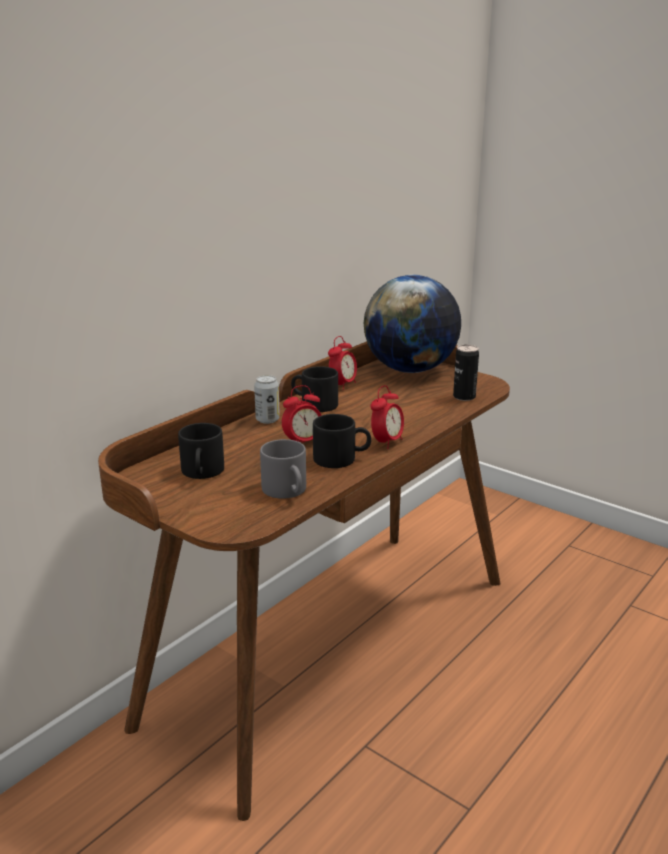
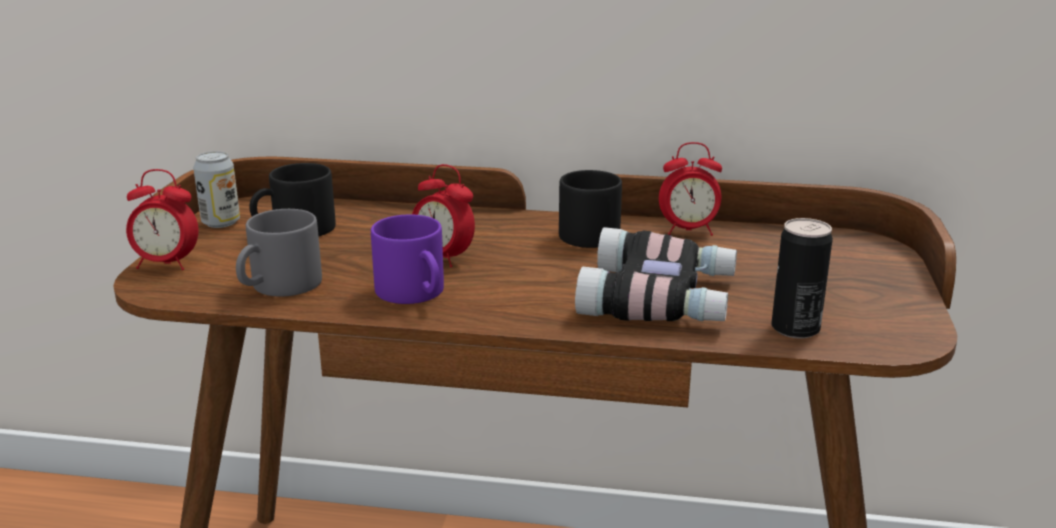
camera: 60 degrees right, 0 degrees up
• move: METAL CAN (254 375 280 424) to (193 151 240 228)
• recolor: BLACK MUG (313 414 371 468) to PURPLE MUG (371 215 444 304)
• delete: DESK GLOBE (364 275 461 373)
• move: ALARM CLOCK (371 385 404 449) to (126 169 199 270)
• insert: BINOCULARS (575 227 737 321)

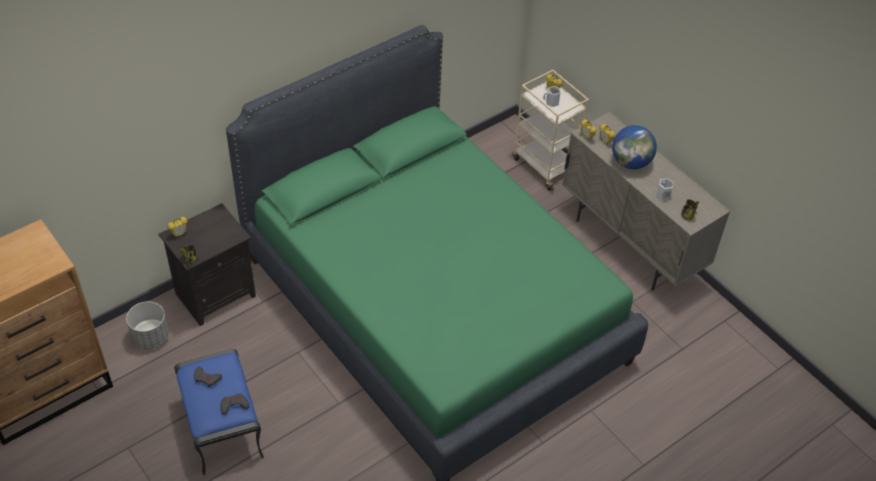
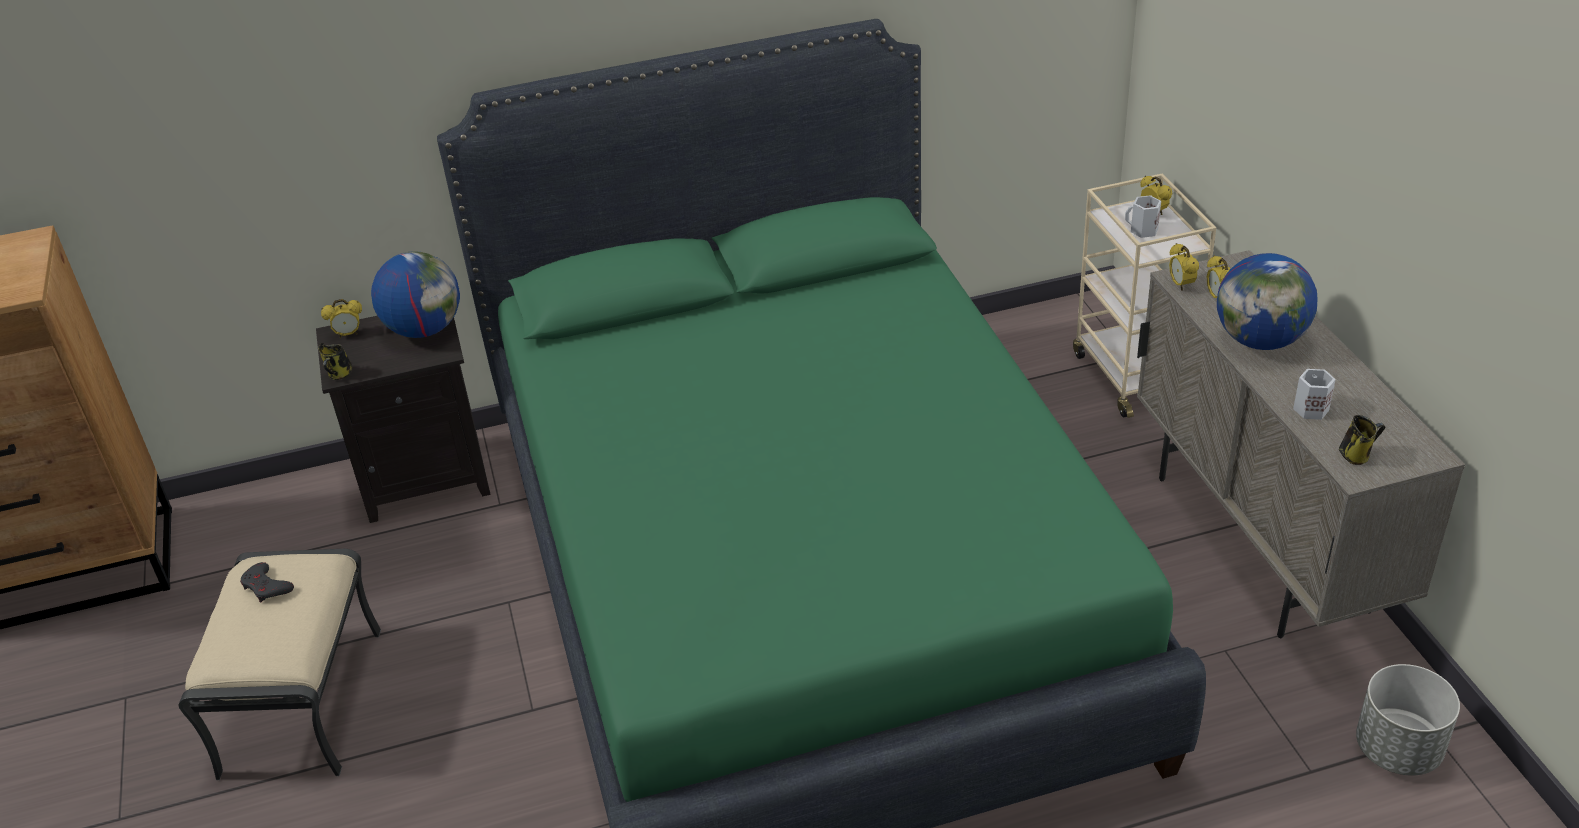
camera: 25 degrees right, 10 degrees down
• move: GREY FLOWER POT (126 302 169 349) to (1356 664 1460 775)
• recolor: BLUE OTTOMAN (174 349 264 476) to SAND-COLOURED OTTOMAN (179 549 381 780)
• delete: GREY GAMEPAD (220 393 249 415)
• insert: DESK GLOBE (371 251 460 338)

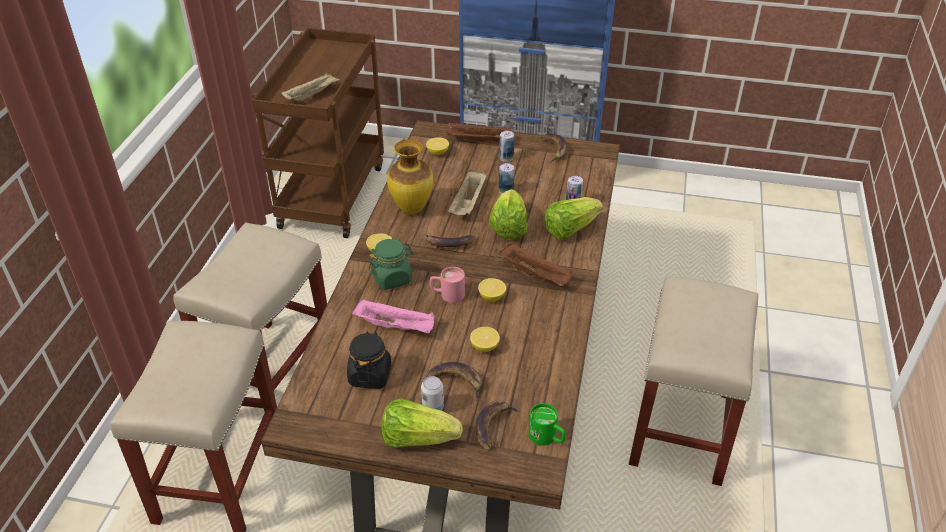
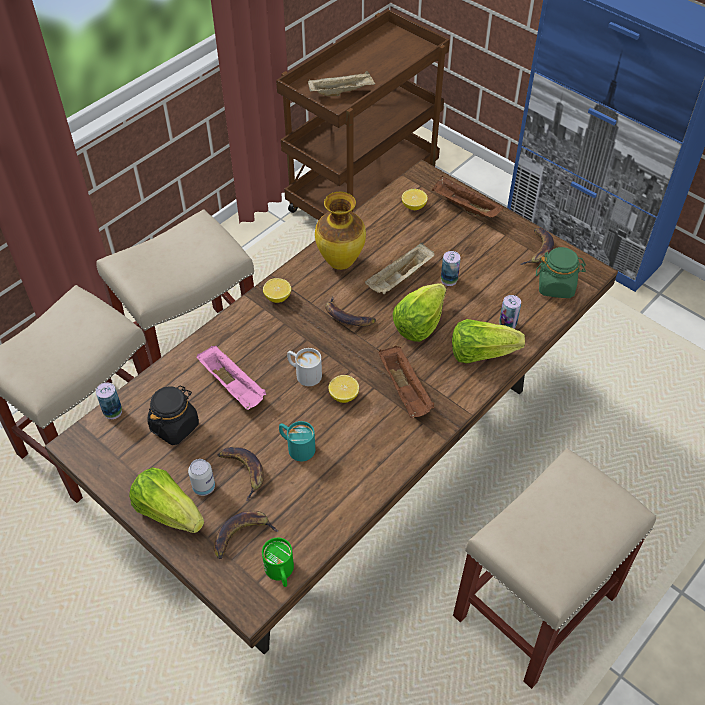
camera: 30 degrees right, 10 degrees up
• move: GREEN STORAGE JAR (368 239 413 290) to (536 247 586 298)
• recolor: PINK MUG (430 267 465 303) to WHITE MUG (287 348 322 386)
• replace: LEMON (470 327 500 352) to TURQUOISE MUG (279 421 315 461)
• move: METAL CAN (499 131 514 162) to (96 382 122 419)

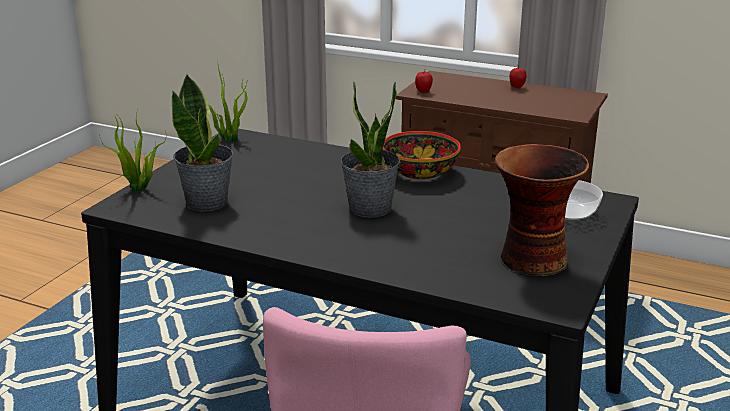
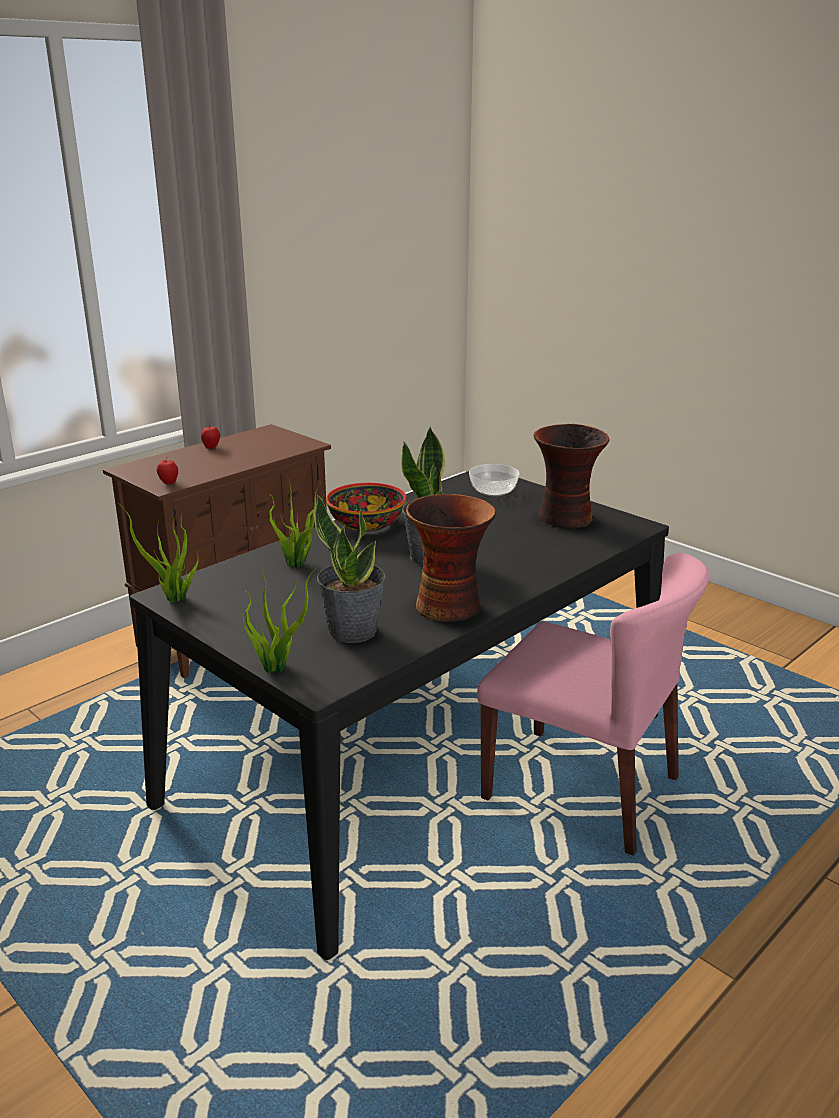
camera: 70 degrees left, 0 degrees up
• insert: HOUSEPLANT (269 478 324 568)
• insert: DECORATIVE VASE (406 494 496 622)

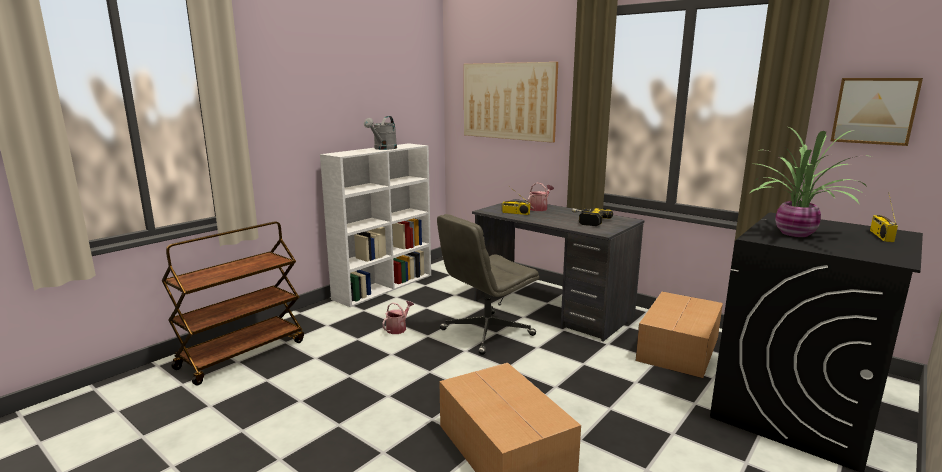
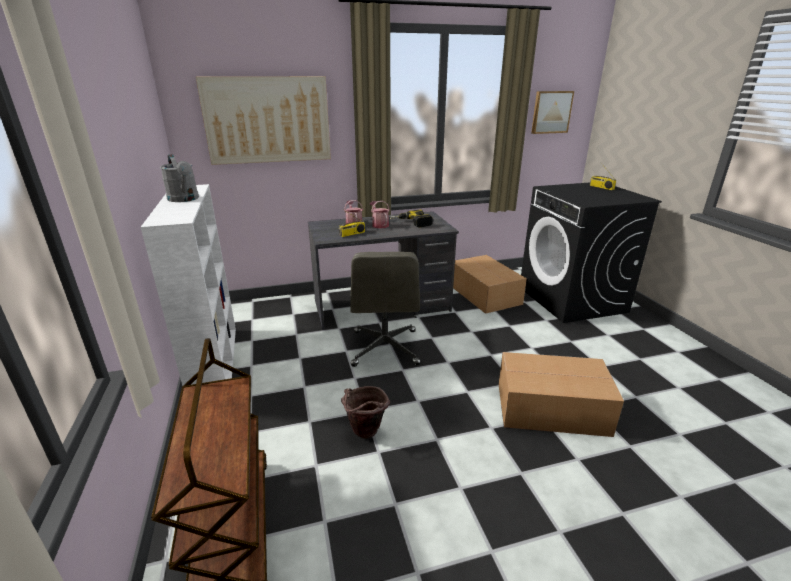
camera: 55 degrees left, 10 degrees up
• move: WATERING POT (382 301 414 334) to (370 201 390 229)
• delete: HOUSEPLANT (750 127 872 237)
• insert: BROWN-COLOURED BUCKET (341 386 390 438)

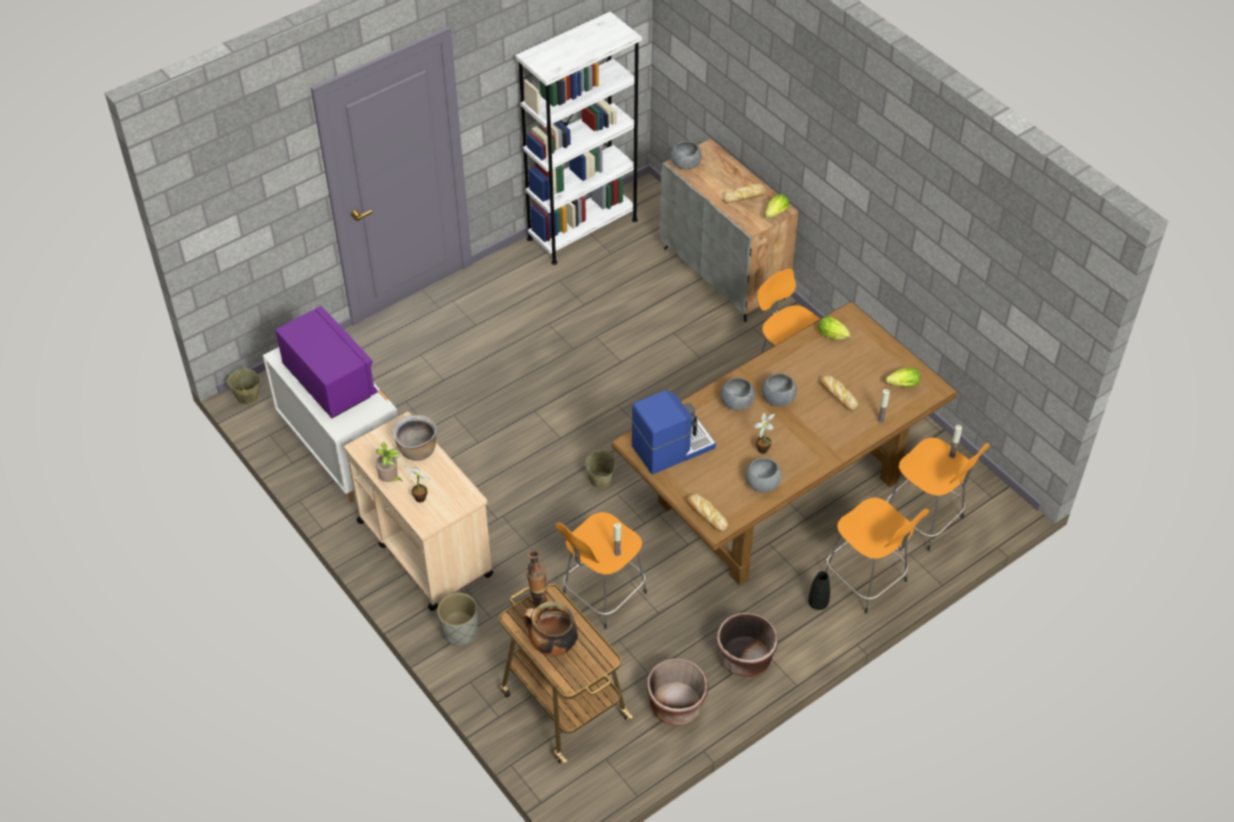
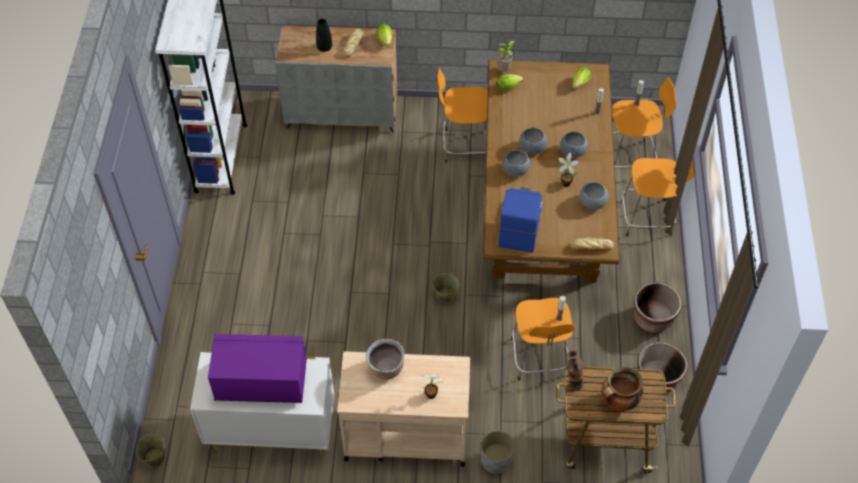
camera: 50 degrees left, 5 degrees up
• move: HOUSEPLANT (375 442 402 482) to (497 41 515 72)
• move: GREY DEEP DISH (671 141 702 169) to (560 131 588 158)
• move: BLACK DECORATIVE VASE (808 571 830 610) to (316 19 332 52)
• delete: BAKED BREAD (819 375 858 411)

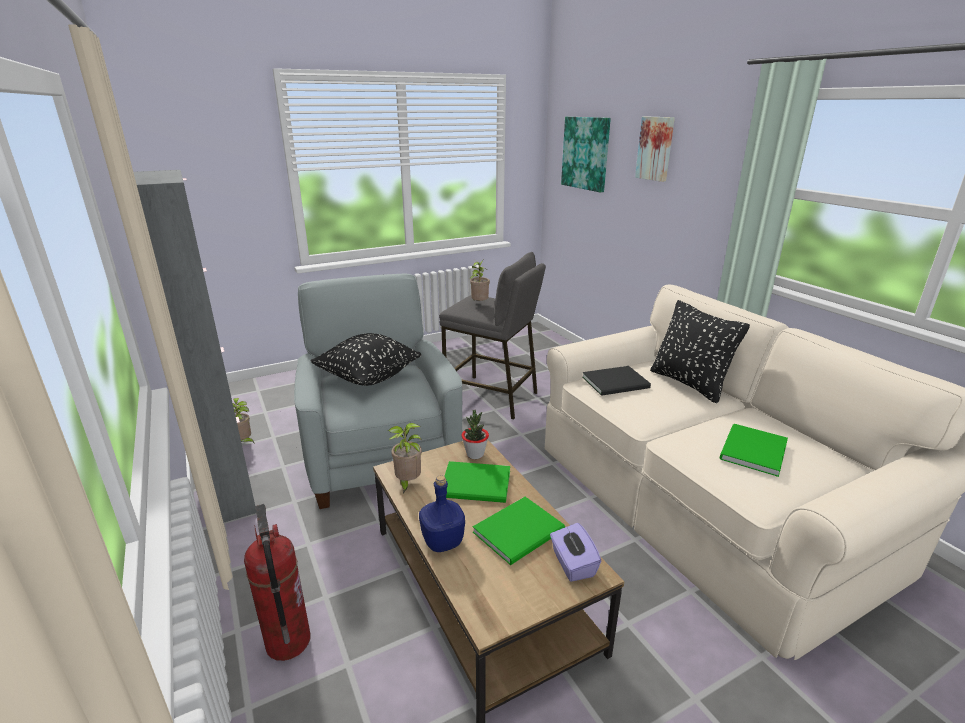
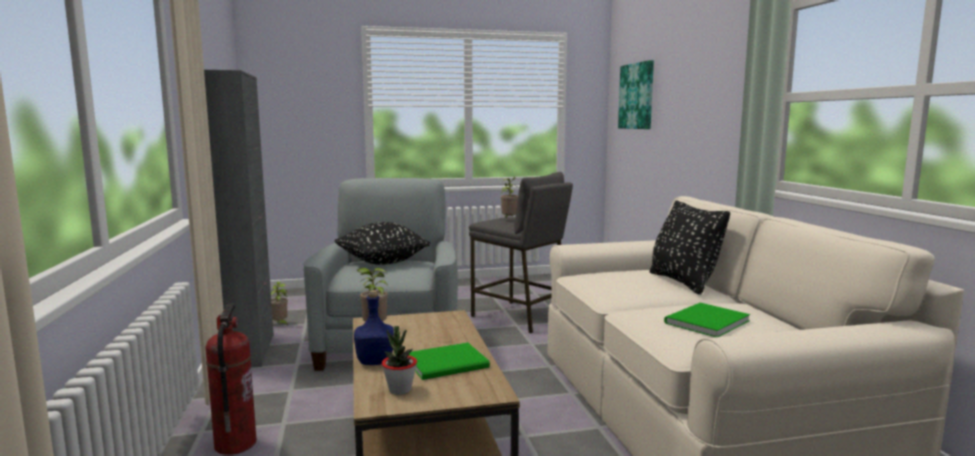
camera: 15 degrees right, 15 degrees down
• delete: GREEN VOLUME (445 461 510 503)
• move: HOUSEPLANT (461 410 489 459) to (382 326 417 395)
• delete: PURPLE TISSUE BOX (550 523 601 582)
• delete: BLACK VOLUME (583 366 651 396)
• delete: WALL ART (635 117 675 182)

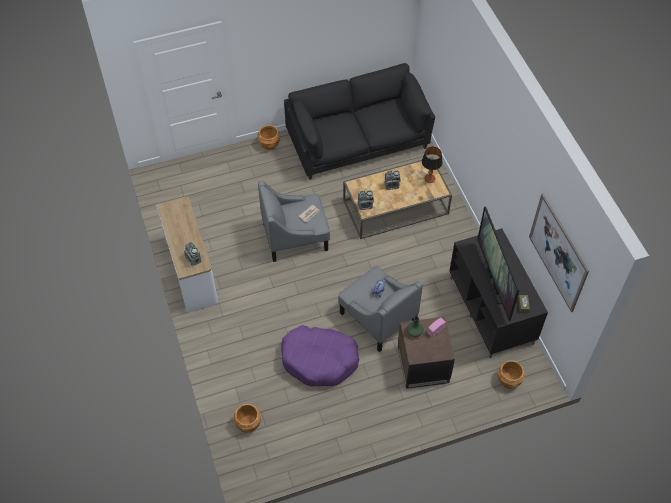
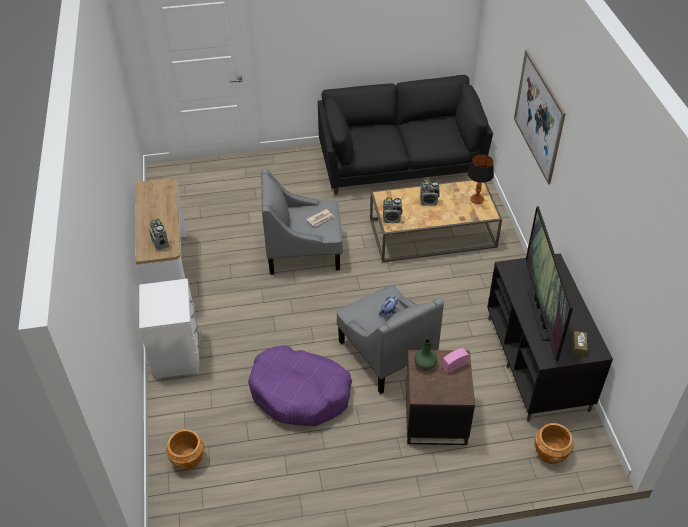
camera: 10 degrees right, 10 degrees down
• delete: BROWN-COLOURED FLOWER POT (257 125 280 150)
• move: WALL ART (529 193 589 312) to (514 50 566 185)
• insert: WHITE NIGHTSTAND (139 279 201 379)

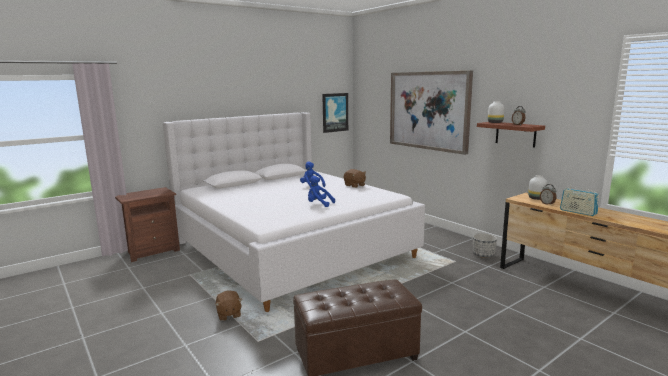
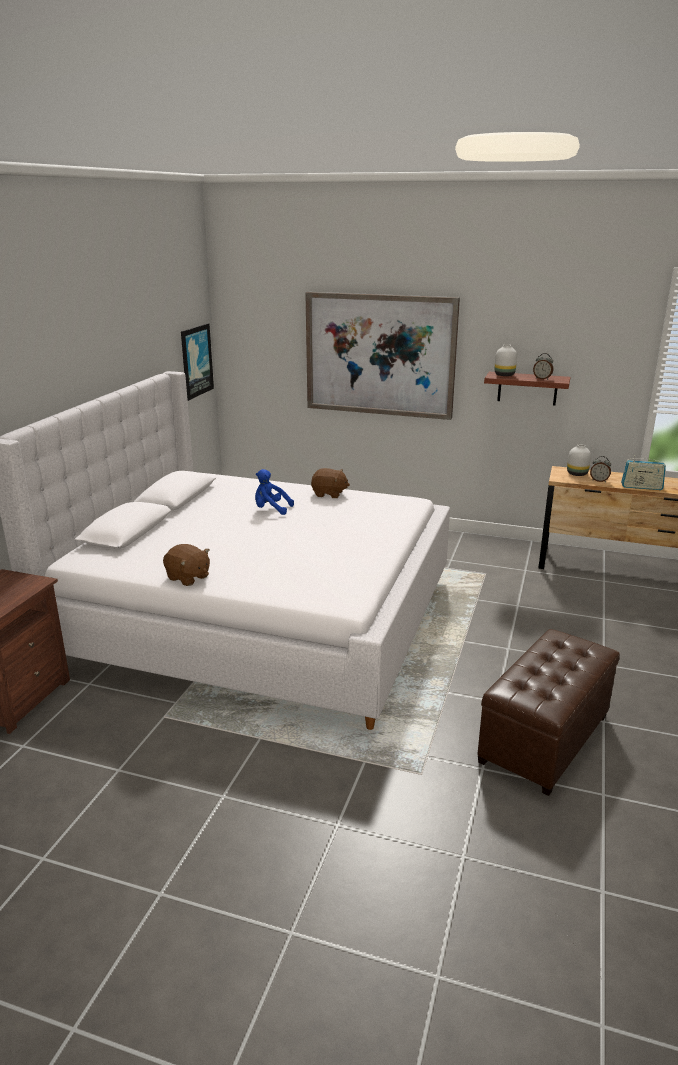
camera: 35 degrees left, 10 degrees up
• move: BROWN-COLOURED CUDDLY TOY (215 291 242 321) to (163 544 210 586)
• delete: BLUE CUDDLY TOY (308 176 335 207)
• delete: FLOWER POT (473 233 497 258)

